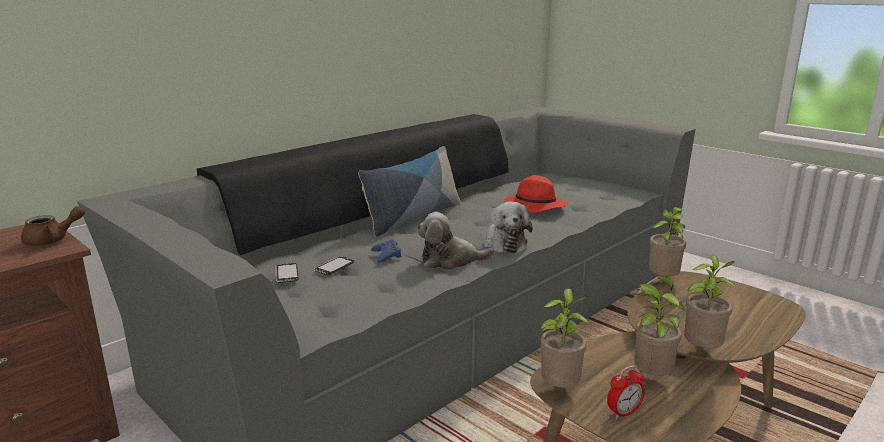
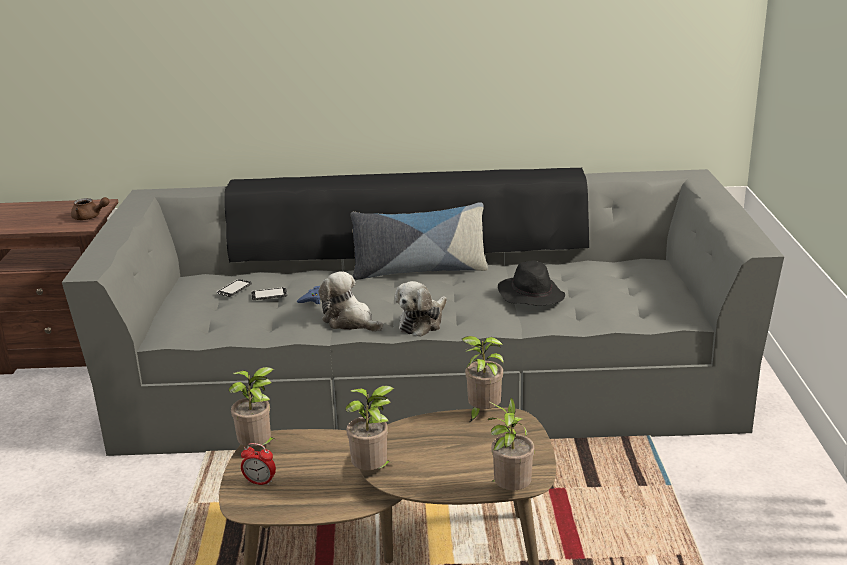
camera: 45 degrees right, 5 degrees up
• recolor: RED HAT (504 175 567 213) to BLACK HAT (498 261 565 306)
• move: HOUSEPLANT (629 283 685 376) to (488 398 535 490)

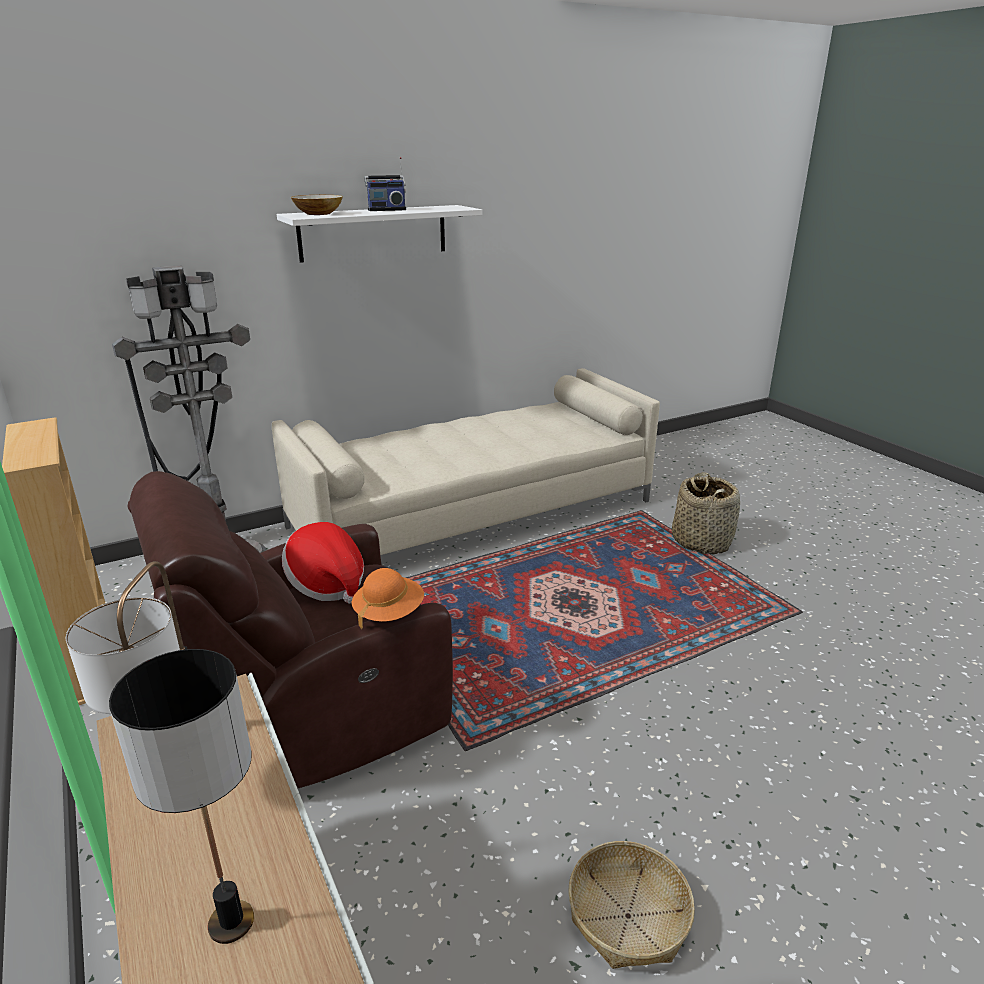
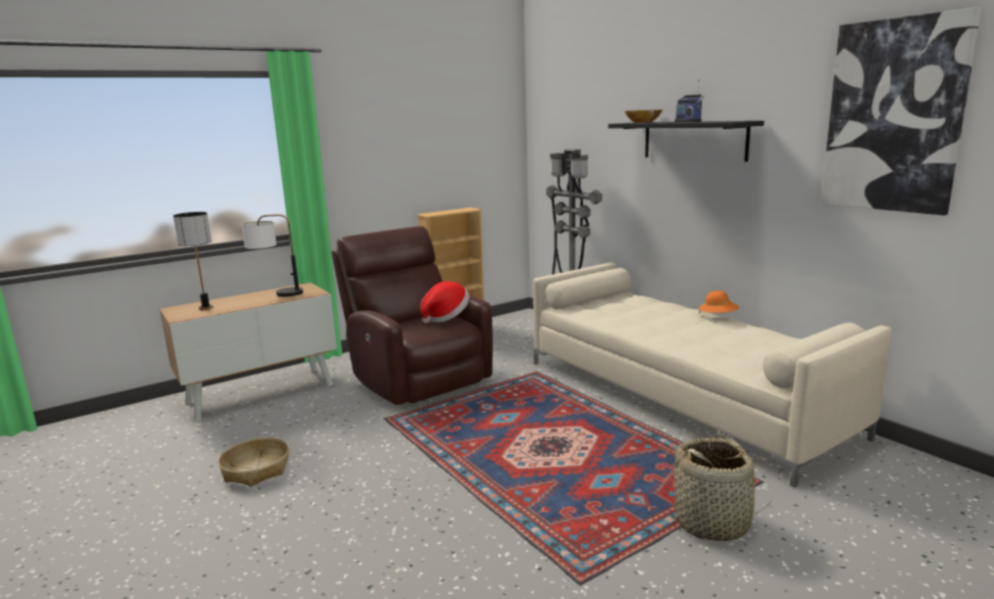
camera: 85 degrees right, 10 degrees down
• recolor: WHITE BRACKET SHELF (277 205 482 263) to BLACK BRACKET SHELF (608 121 764 162)
• move: ORANGE HAT (351 568 424 629) to (699 291 739 314)
• insert: WALL ART (821 7 981 215)

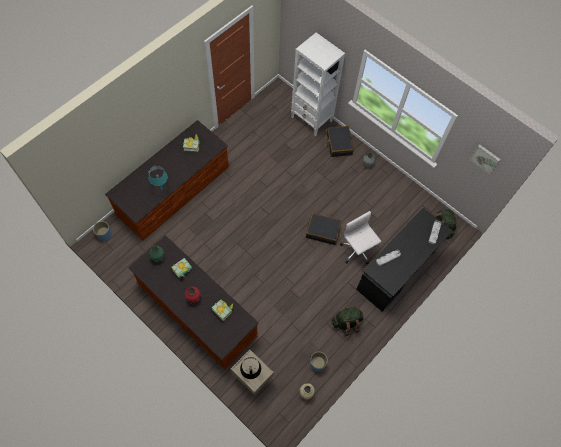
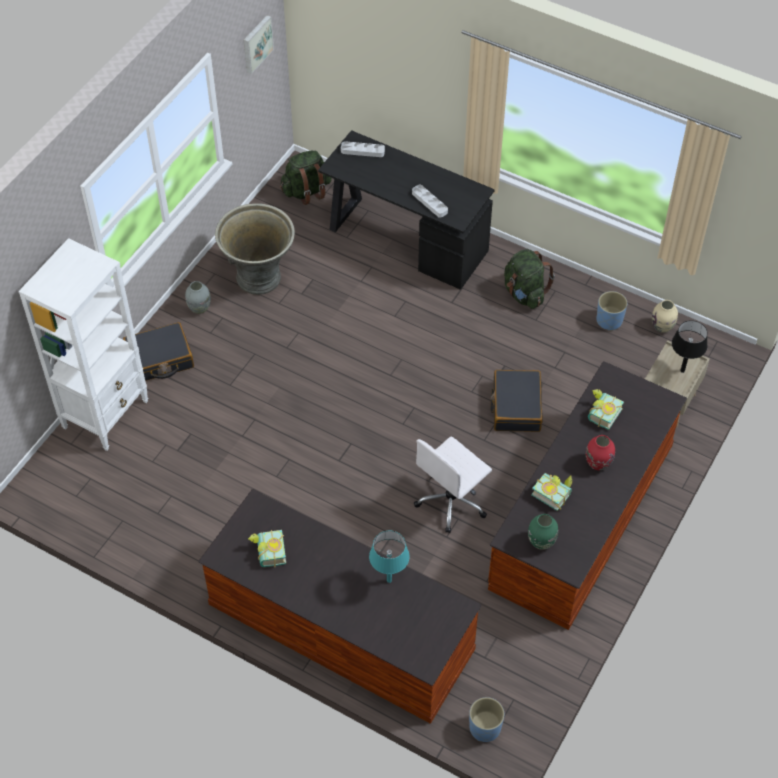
camera: 100 degrees left, 10 degrees down
• move: BLACK PIECE OF LUGGAGE (306 213 342 245) to (491 370 543 432)
• move: WHITE OFFICE CHAIR (340 211 381 264) to (414 437 492 533)
• insert: GREY FLOWER POT (215 203 295 295)

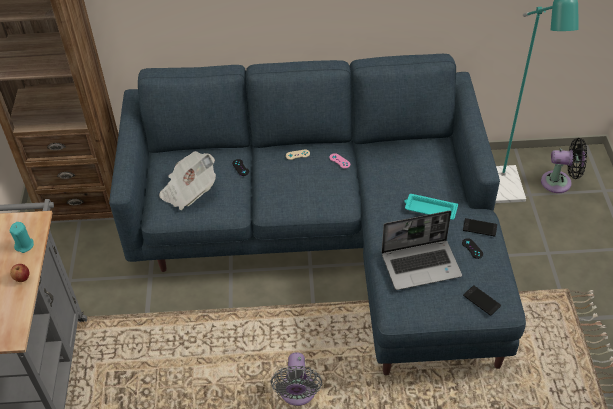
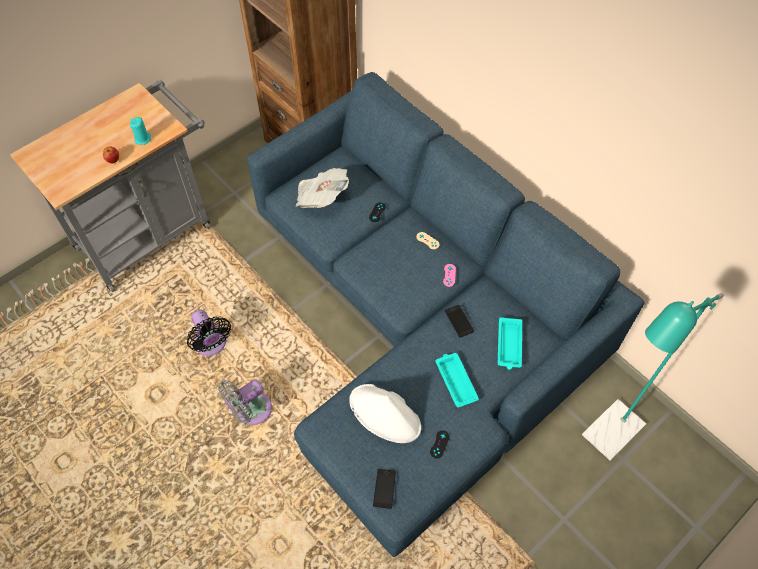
camera: 50 degrees right, 10 degrees up
• replace: PORTABLE COMPUTER (381 211 462 290) to WHITE HAT (349 384 421 443)
• move: TELEPHONE (463 218 497 237) to (445 305 474 337)
• move: BLACK COOLING FAN (541 138 587 193) to (187 309 231 356)
• insert: TURQUOISE SERVING TRAY (498 317 522 370)

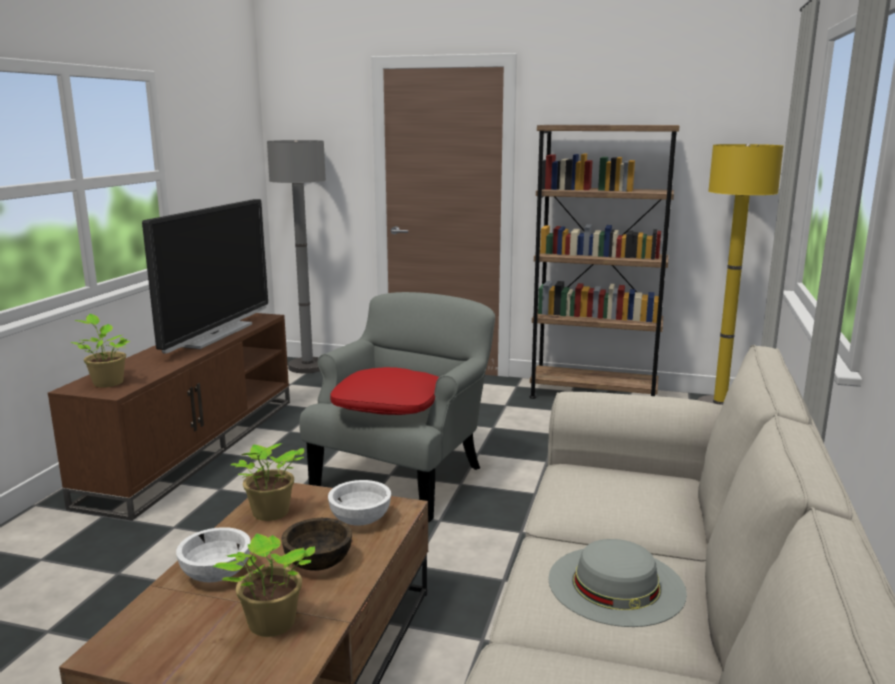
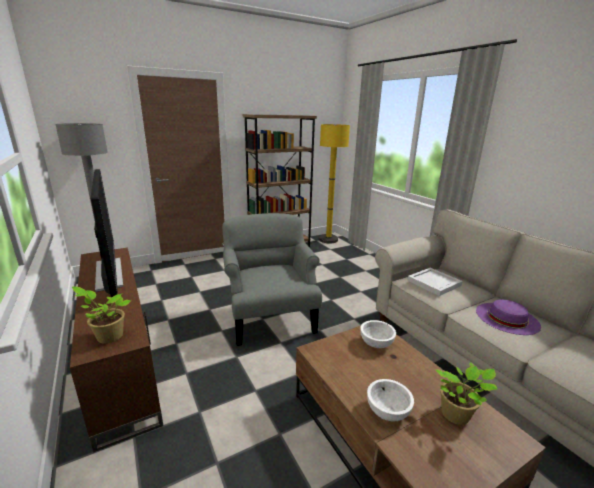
camera: 45 degrees left, 5 degrees up
• delete: HOUSEPLANT (231 443 304 521)
• delete: BROWN-COLOURED DEEP DISH (281 518 352 571)
• delete: RED PILLOW (330 367 439 415)
• recolor: GREY HAT (548 539 687 627) to PURPLE HAT (476 299 541 335)
• insert: WHITE SERVING TRAY (407 268 463 296)

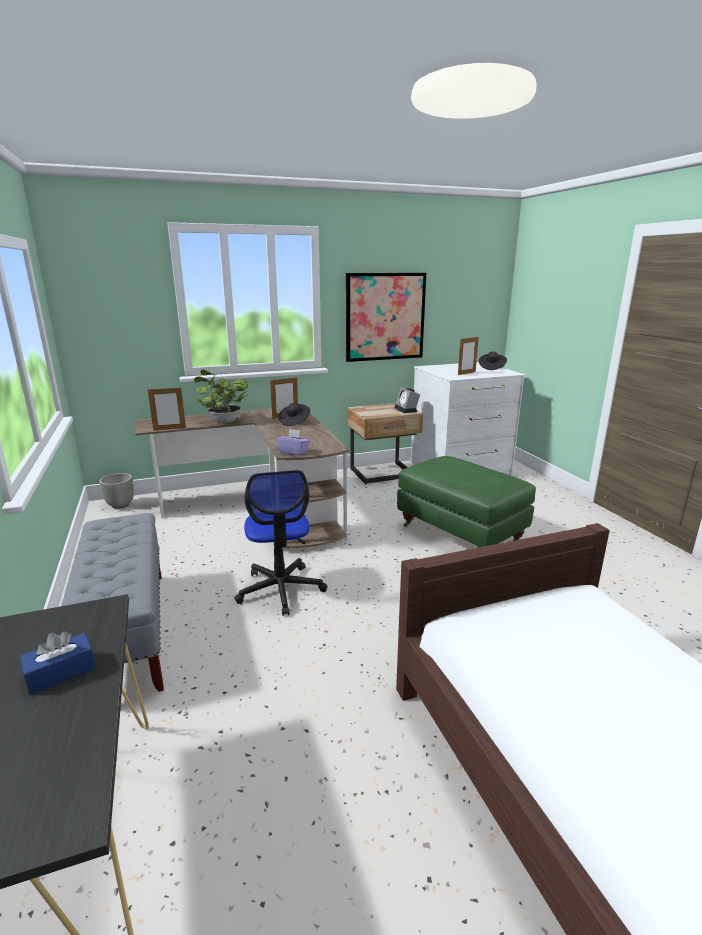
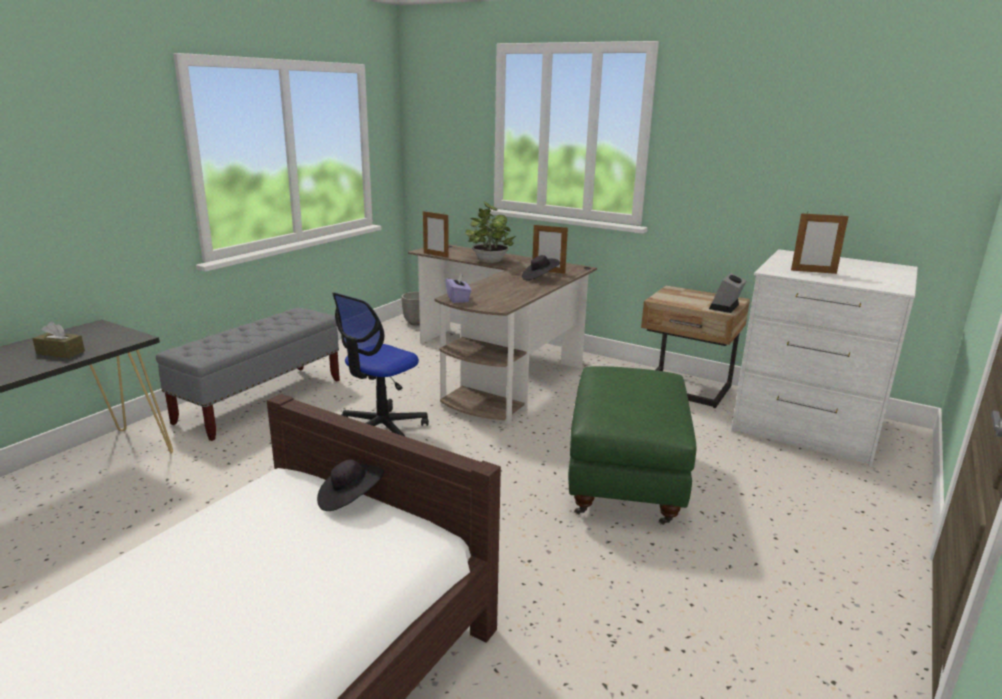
camera: 50 degrees right, 0 degrees up
• recolor: BLUE TISSUE BOX (20 631 96 695) to BROWN-COLOURED TISSUE BOX (32 321 85 358)
• delete: WALL ART (346 273 427 362)
• move: BLACK HAT (479 351 507 370) to (317 459 384 511)

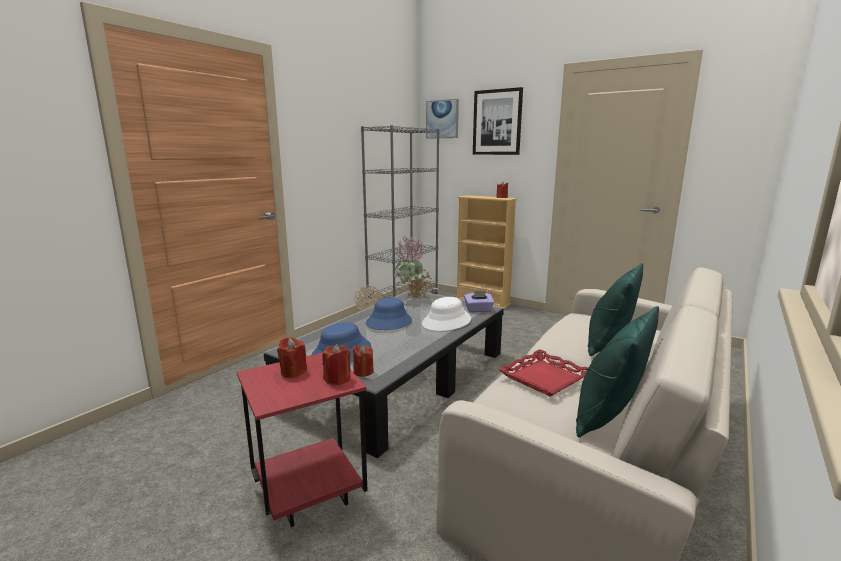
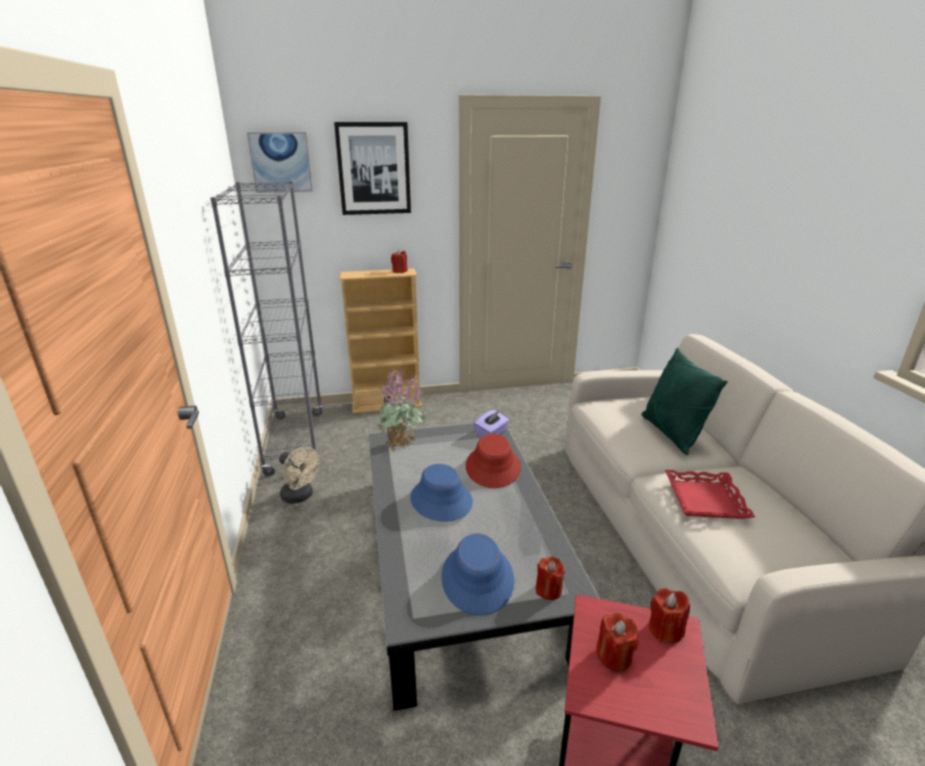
camera: 45 degrees left, 10 degrees up
• recolor: WHITE HAT (422 297 471 331) to RED HAT (466 434 521 488)
• delete: GREEN PILLOW (576 306 659 437)

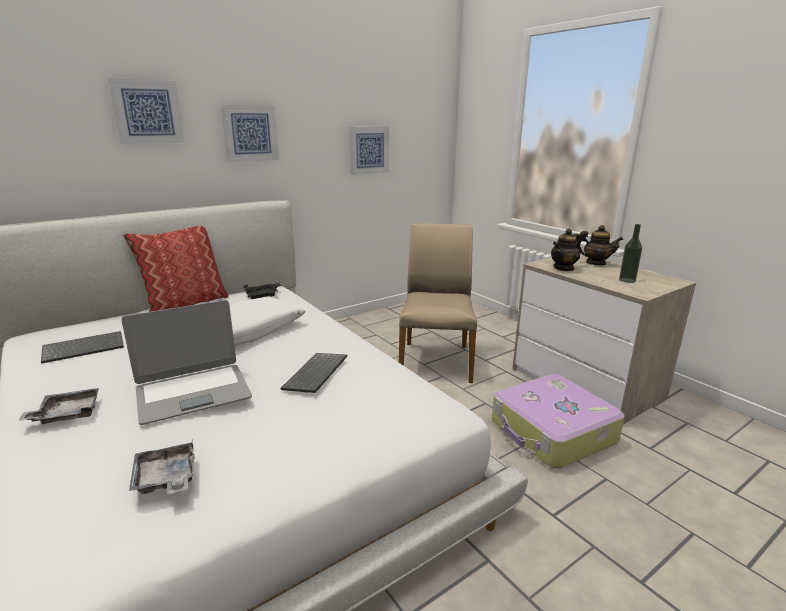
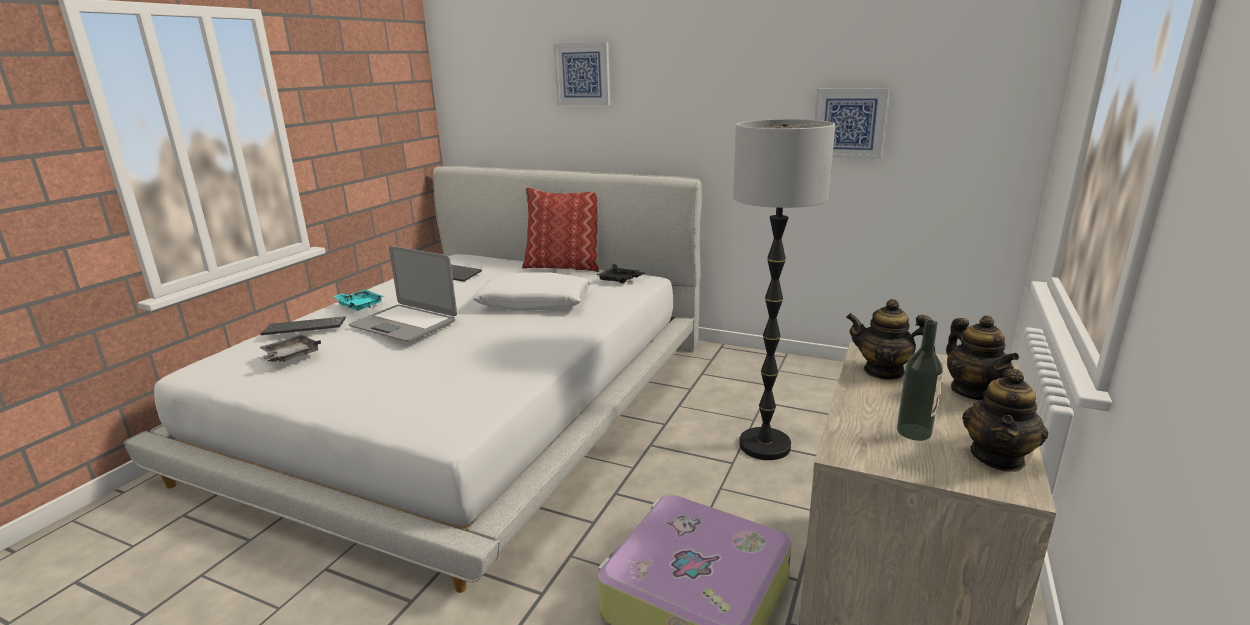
camera: 60 degrees right, 0 degrees up
• recolor: GREY SERVING TRAY (19 388 99 424) to TURQUOISE SERVING TRAY (333 289 384 311)
• delete: WALL ART (221 105 279 162)
• move: COMPUTER KEYBOARD (281 353 347 393) to (260 316 346 335)
• replace: SAND-COLOURED UPRIGHT CHAIR (399 223 477 383) to FLOOR LAMP (733 119 835 460)
• insert: TEAPOT (962 369 1049 472)

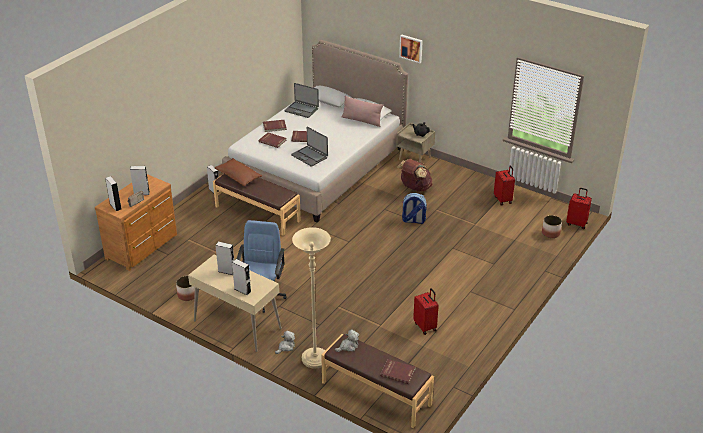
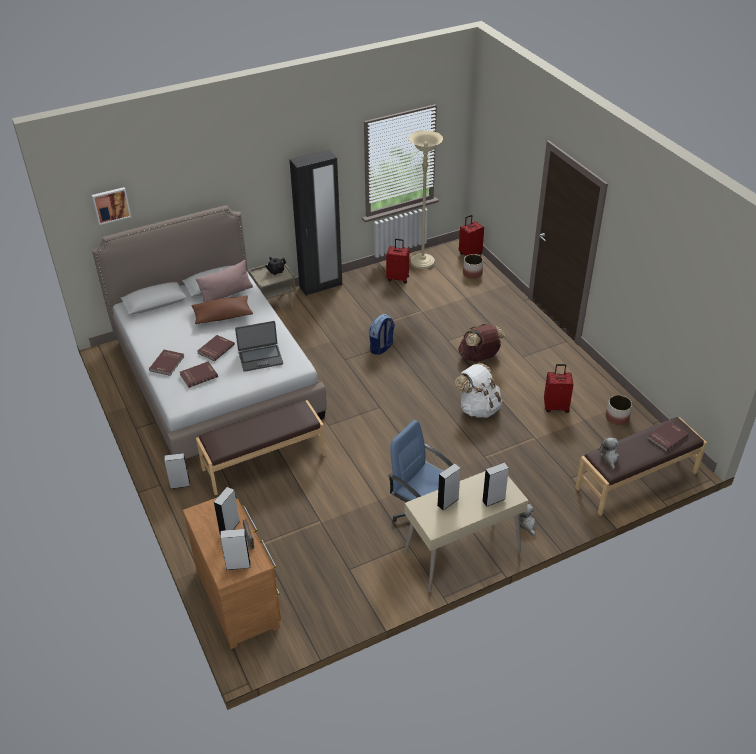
camera: 60 degrees left, 5 degrees up
• move: FLOWER POT (176 276 195 301) to (606 395 632 425)
• move: BROWN-COLOURED PILLOW (215 158 262 186) to (192 295 253 324)
• delete: PORTABLE COMPUTER (285 83 319 118)
• move: SAND-COLOURED FLOOR LAMP (292 227 331 368) to (409 130 443 269)
• move: BROWN-COLOURED BACKPACK (397 159 433 192) to (458 324 506 362)
• move: WALL ART (399 34 423 63) to (92 187 131 225)
• insert: BLACK WARDROBE (289 150 342 296)
• insert: WHITE BACKPACK (455 363 502 418)

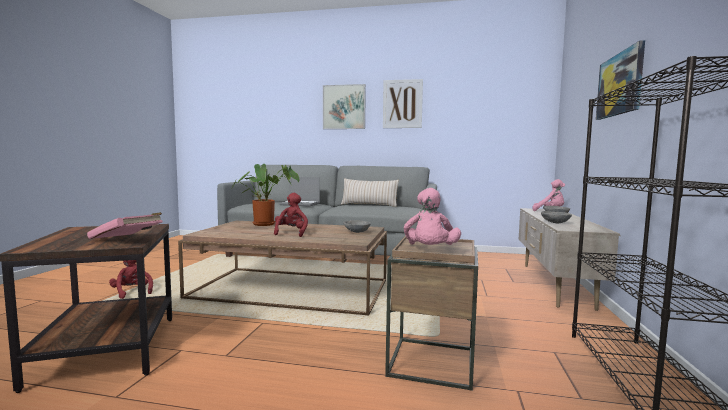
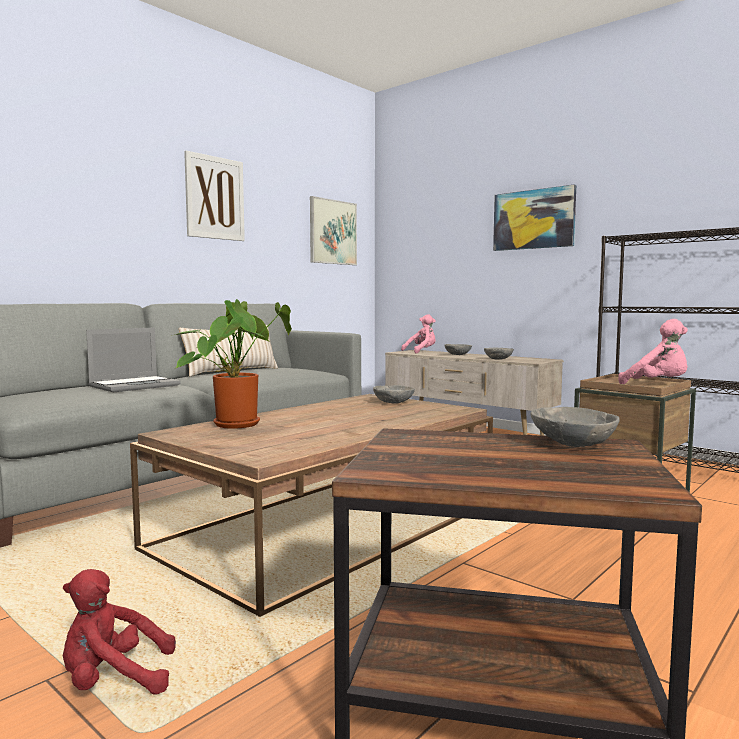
camera: 60 degrees left, 0 degrees up
• replace: PINK VOLUME (87 212 163 239) to GREY DEEP DISH (530 407 620 447)
• delete: RED CUDDLY TOY (274 193 308 237)
• move: WALL ART (323 84 366 129) to (310 196 357 265)

